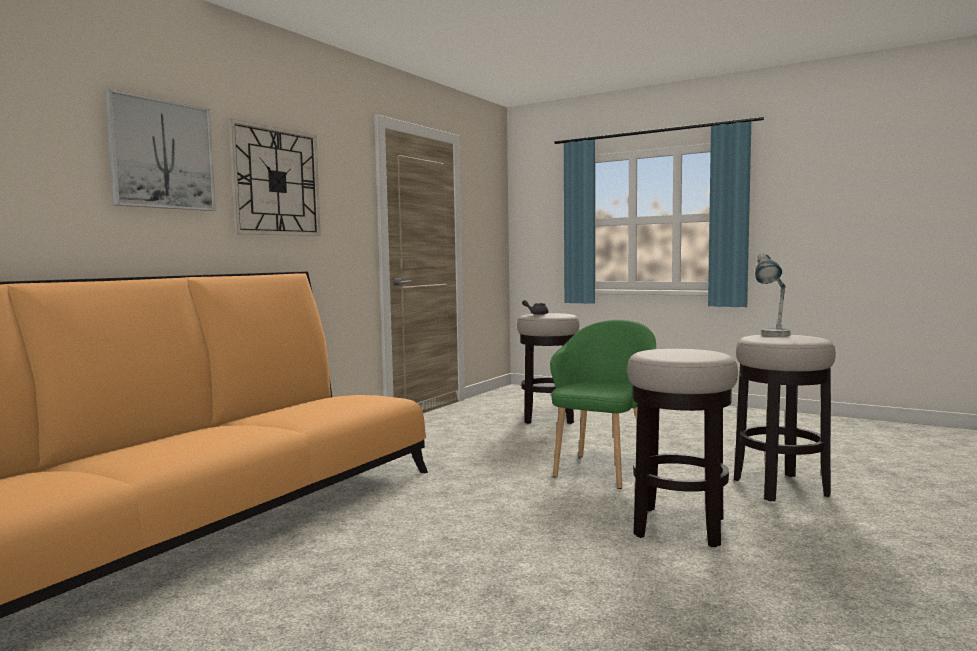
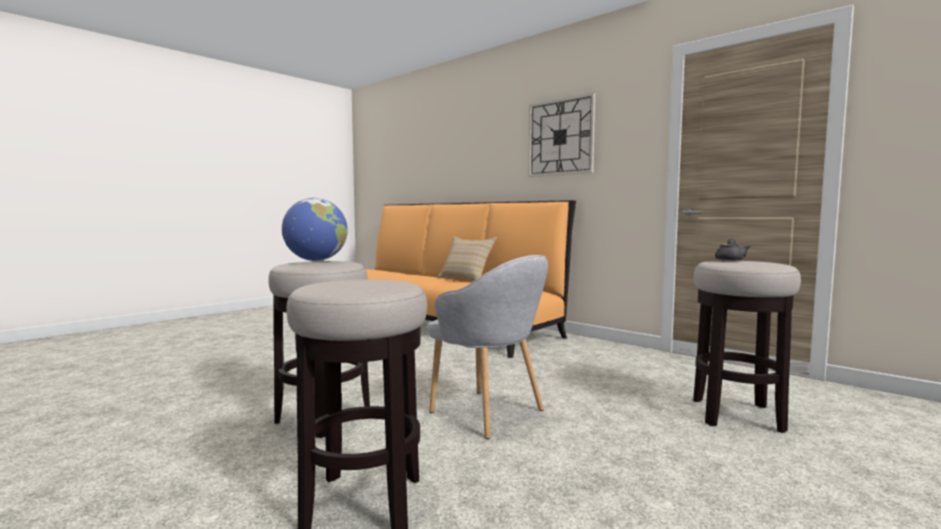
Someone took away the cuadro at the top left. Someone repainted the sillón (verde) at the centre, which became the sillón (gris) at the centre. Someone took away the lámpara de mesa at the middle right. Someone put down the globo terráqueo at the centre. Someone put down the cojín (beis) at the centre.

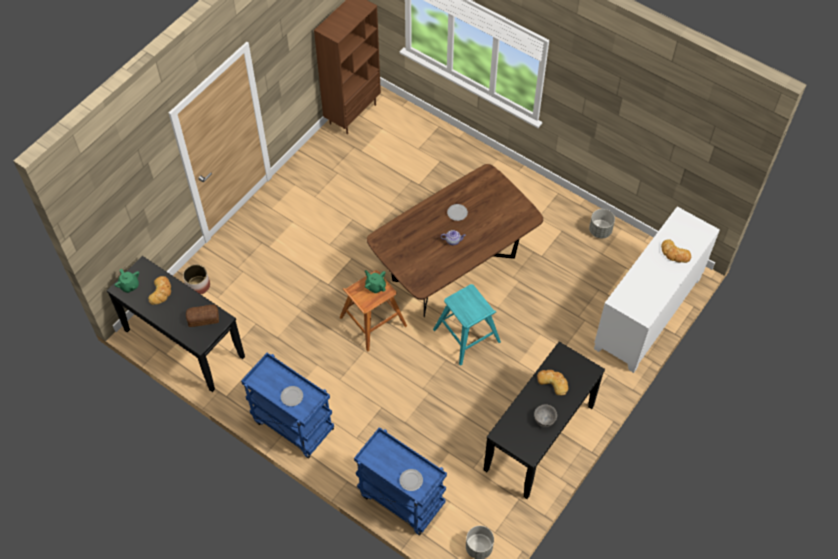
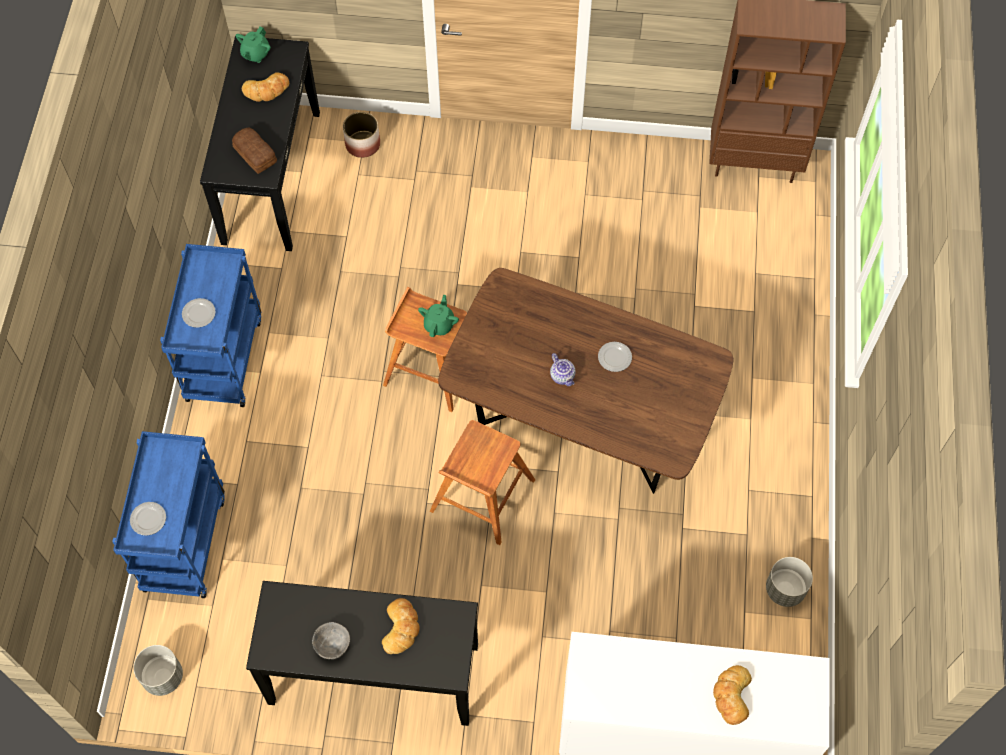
Someone repainted the taburete (turquesa) at the centre, which became the taburete (marrón) (no. 2 from left) at the centre.

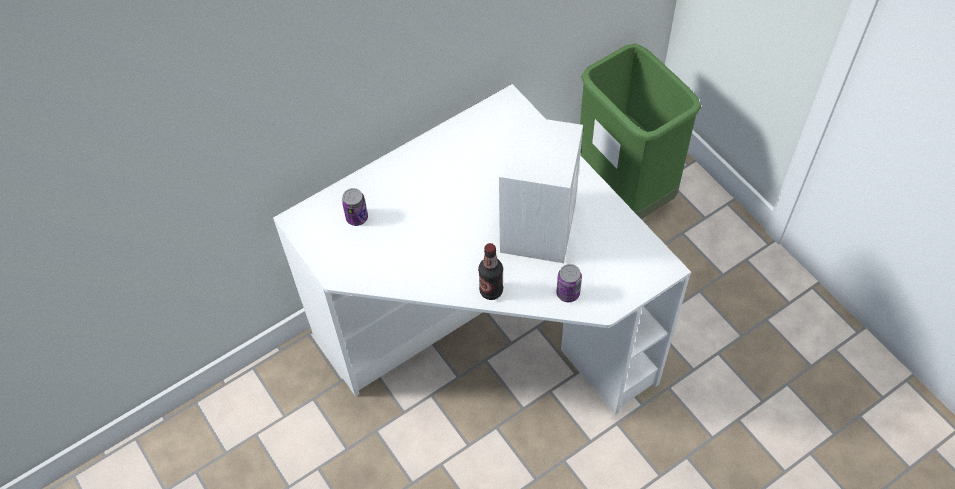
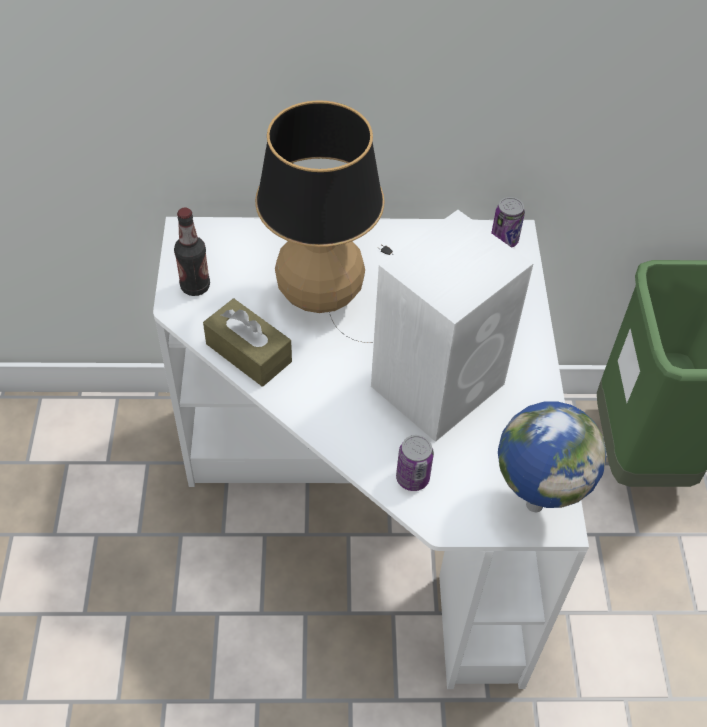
Someone carried the lata (no. 1 from left in the first image) from the centre to the top right. Someone carried the botella from the centre to the middle left. Someone put down the caja de pañuelos (marrón) at the centre. Someone put down the lámpara de mesa at the top centre. Someone put down the globo terráqueo at the middle right.

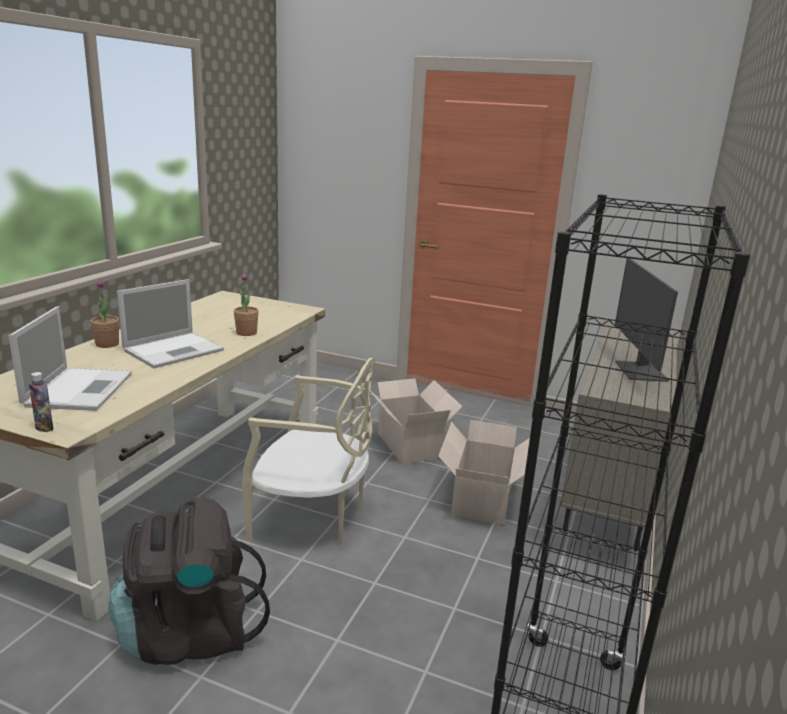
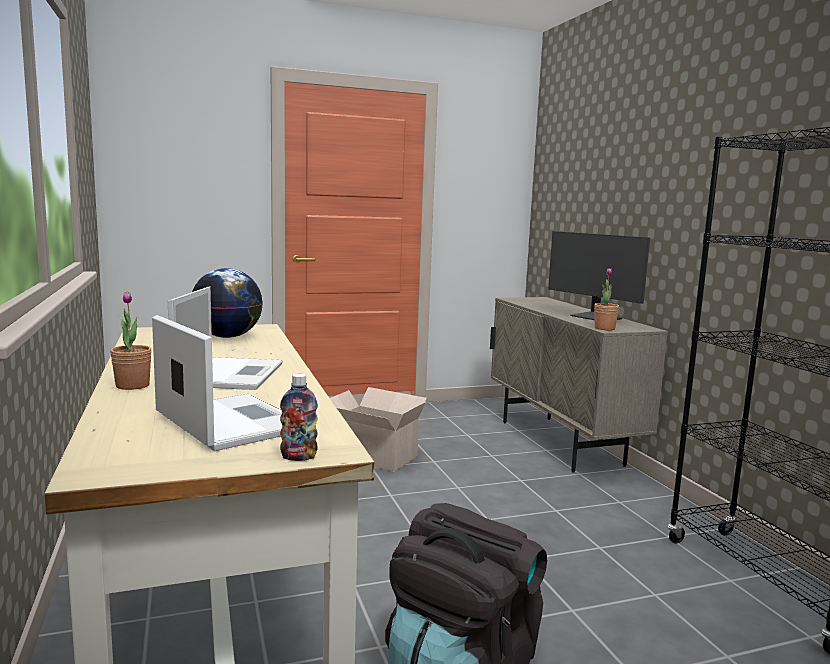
Someone carried the planta en maceta (no. 2 from left) from the middle left to the middle right. Someone took away the silla (beis) at the centre. Someone took away the caja de cartón (no. 2 from left) at the centre. Someone put down the globo terráqueo at the middle left.

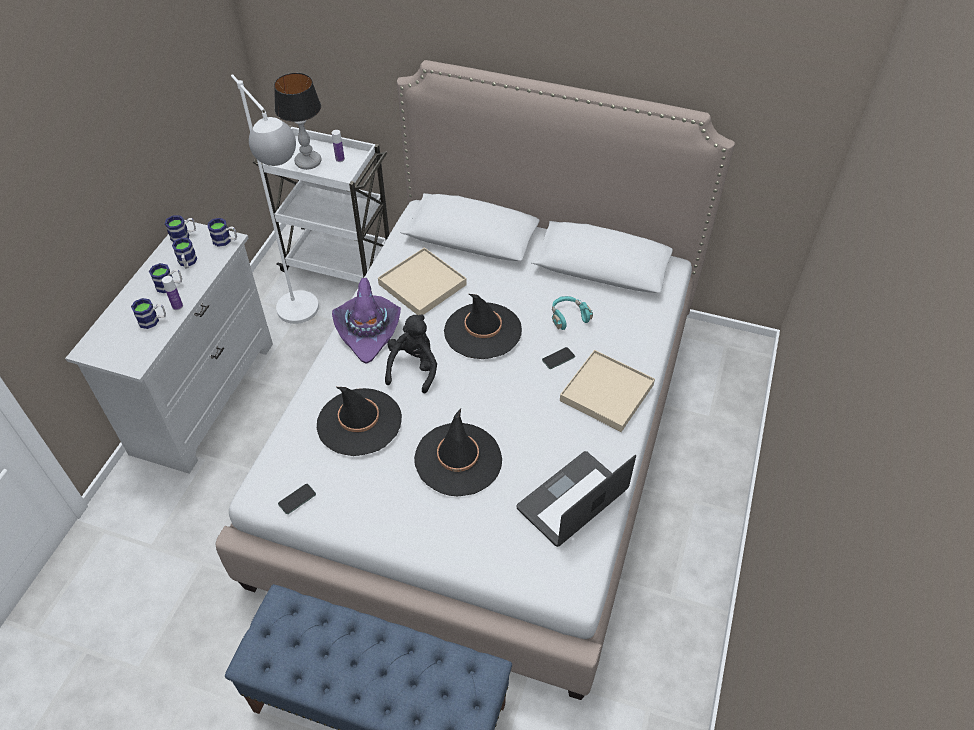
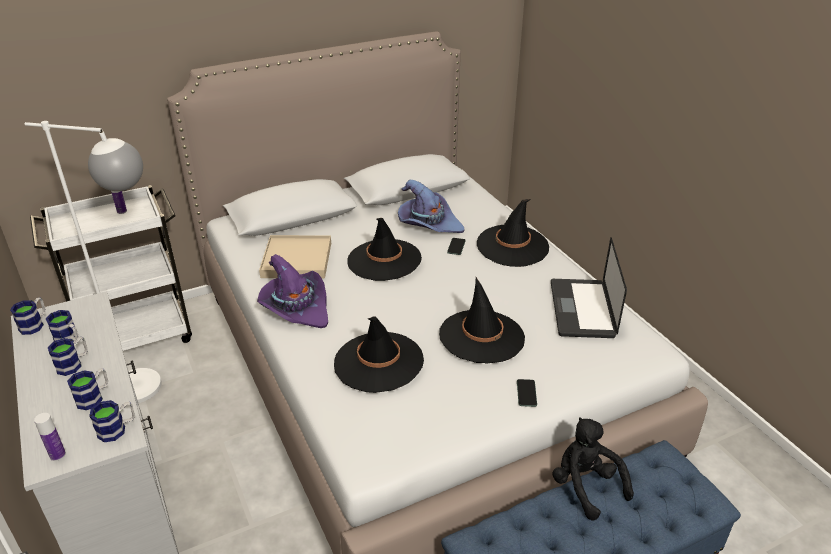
Someone carried the botella (no. 1 from left) from the middle left to the bottom left. Someone carried the taza grande (no. 5 from left) from the top left to the bottom left. Someone took away the lámpara de mesa at the top left. Someone carried the móvil (no. 1 from left in the first image) from the bottom left to the bottom centre. Someone carried the peluche (negro) from the centre to the bottom right. Someone swapped the auriculares (turquesa) at the centre for the sombrero (morado) (no. 2 from left) at the centre. Someone swapped the bandeja (beis) (no. 2 from left) at the centre for the sombrero (negro) (no. 4 from left) at the centre.

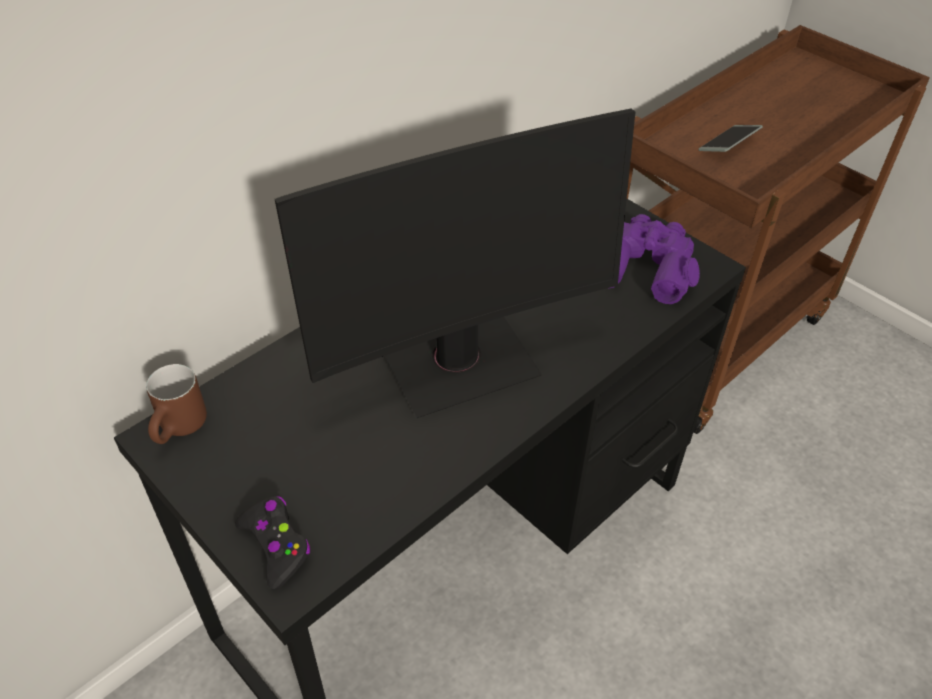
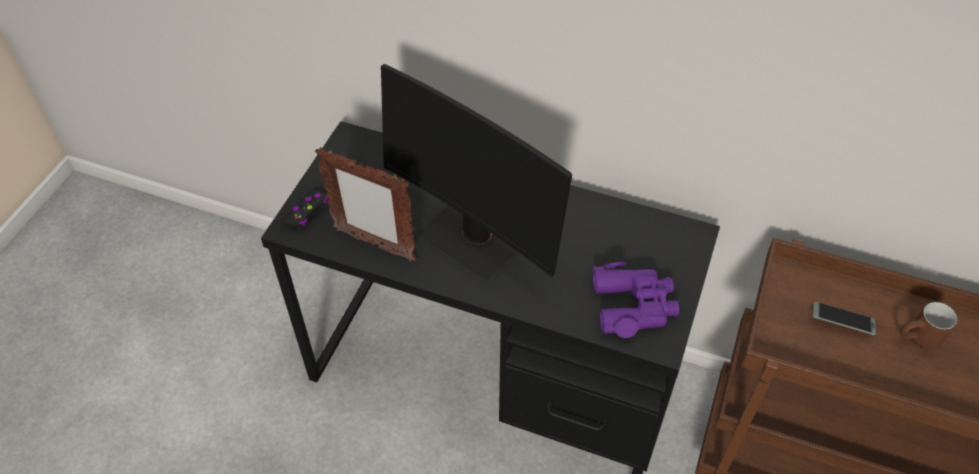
Someone carried the taza grande (marrón) from the middle left to the bottom right. Someone put down the portarretratos at the centre.

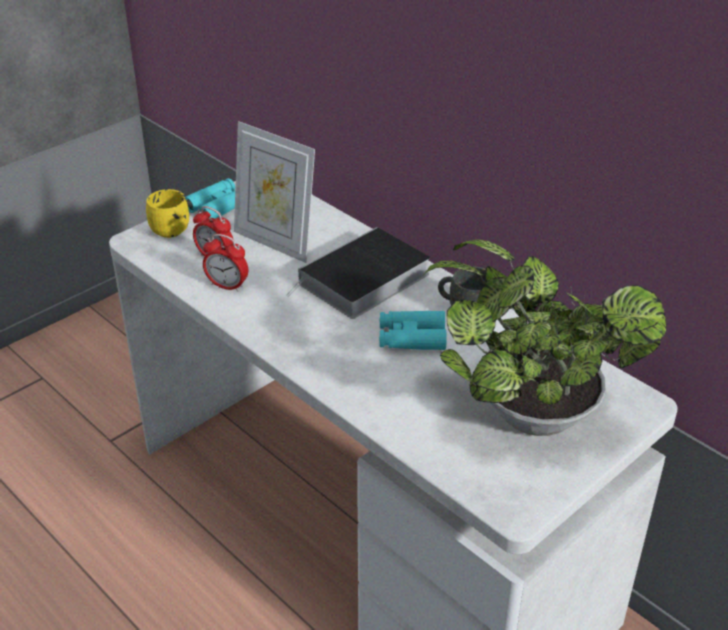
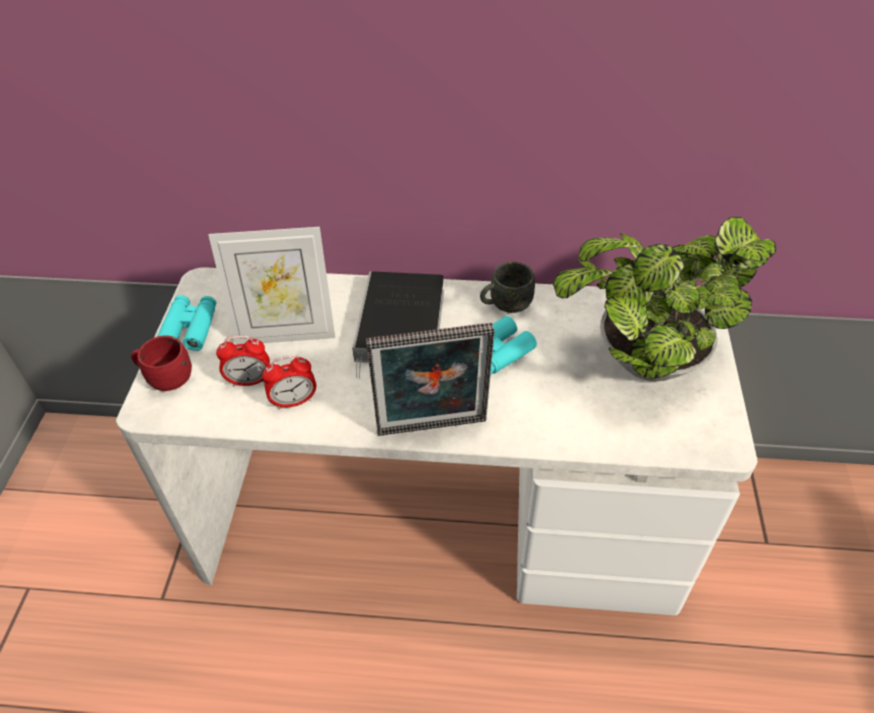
Someone repainted the taza grande (amarillo) at the middle left, which became the taza grande (rojo) at the middle left. Someone put down the portarretratos (no. 2 from left) at the centre.

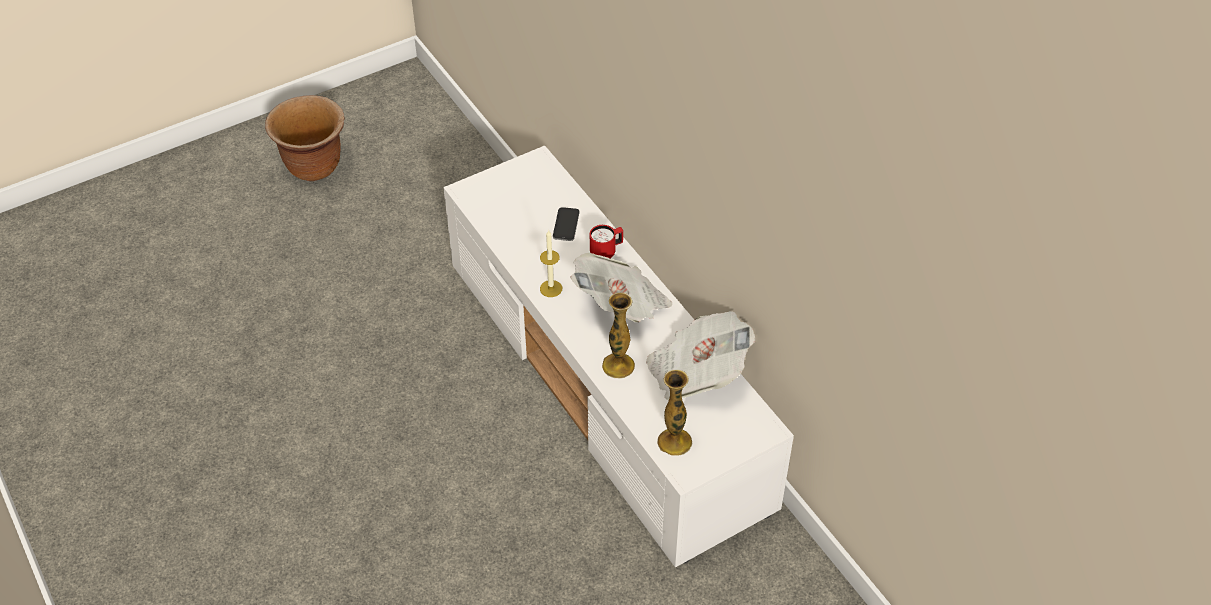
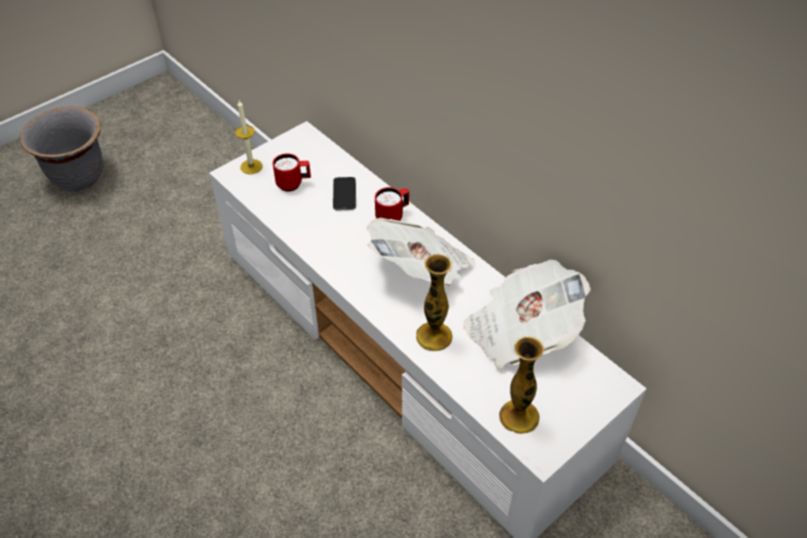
Someone repainted the maceta (marrón) at the top left, which became the maceta (gris) at the top left. Someone carried the vela from the centre to the top left. Someone put down the taza grande (rojo) (no. 1 from left) at the top centre.

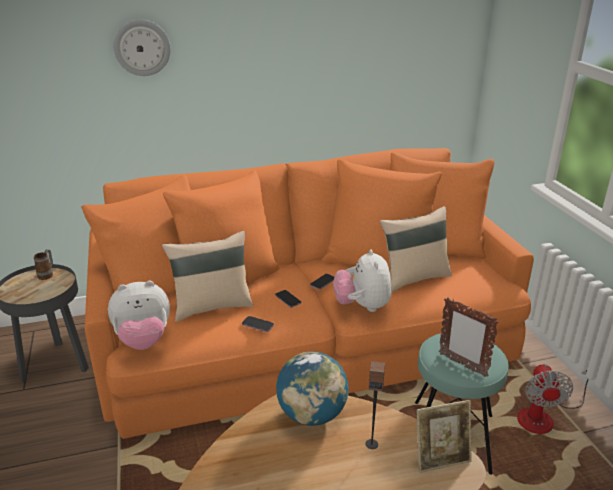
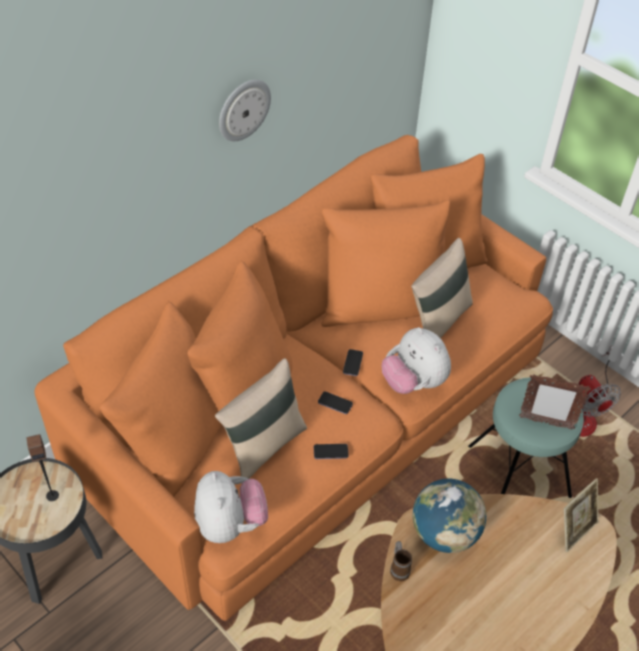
Someone carried the taza grande from the middle left to the bottom centre. Someone rotated the peluche (no. 1 from left) at the middle left by 60 degrees counterclockwise. Someone carried the reloj de pared from the top left to the top centre. Someone carried the altavoz from the bottom centre to the bottom left.

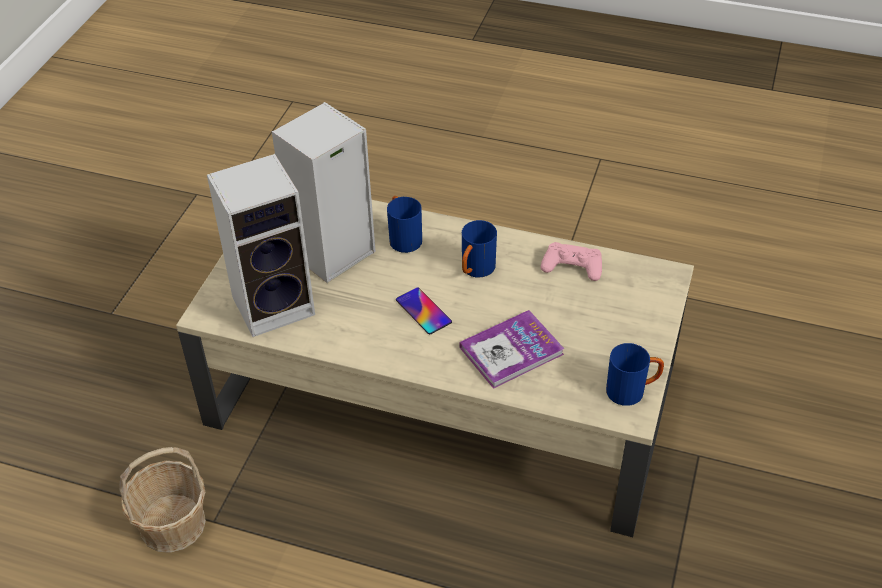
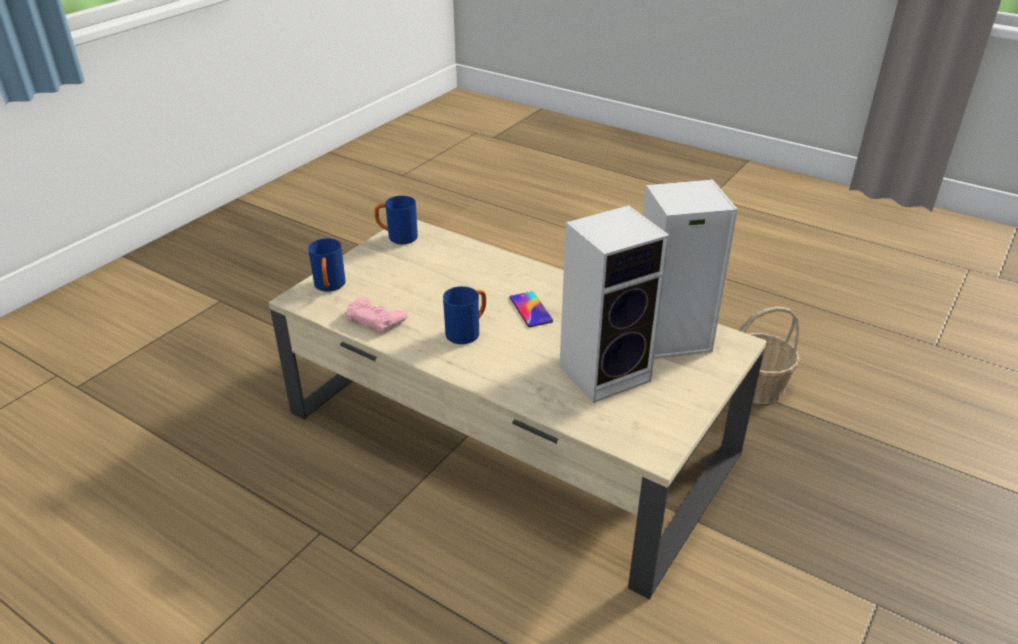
Someone carried the taza grande (azul) (no. 1 from left) from the centre to the middle left. Someone took away the libro at the centre.

